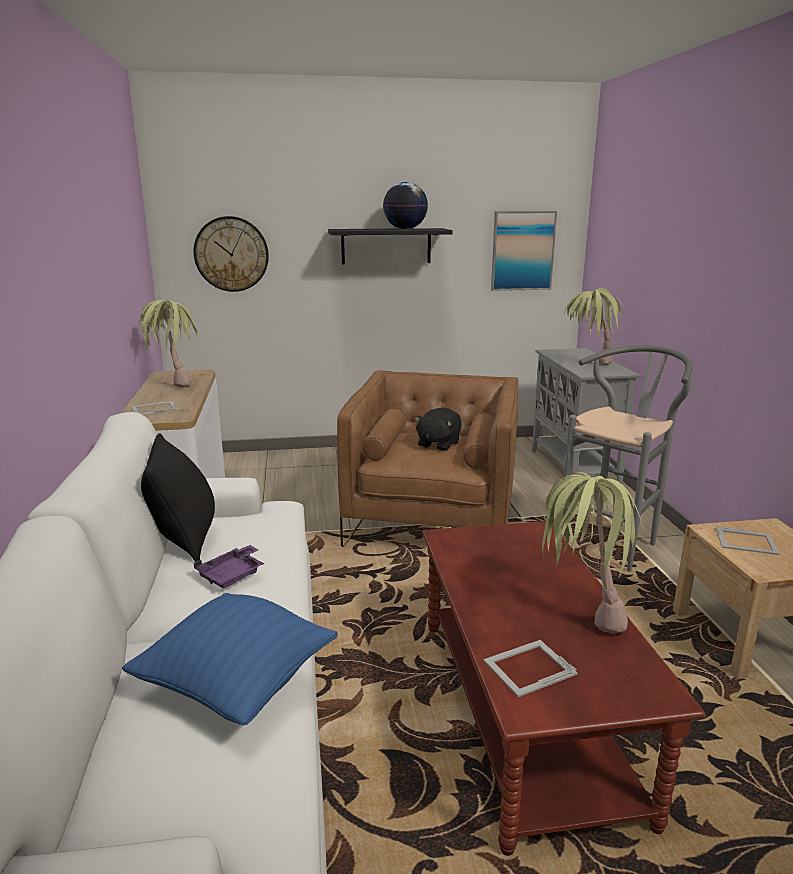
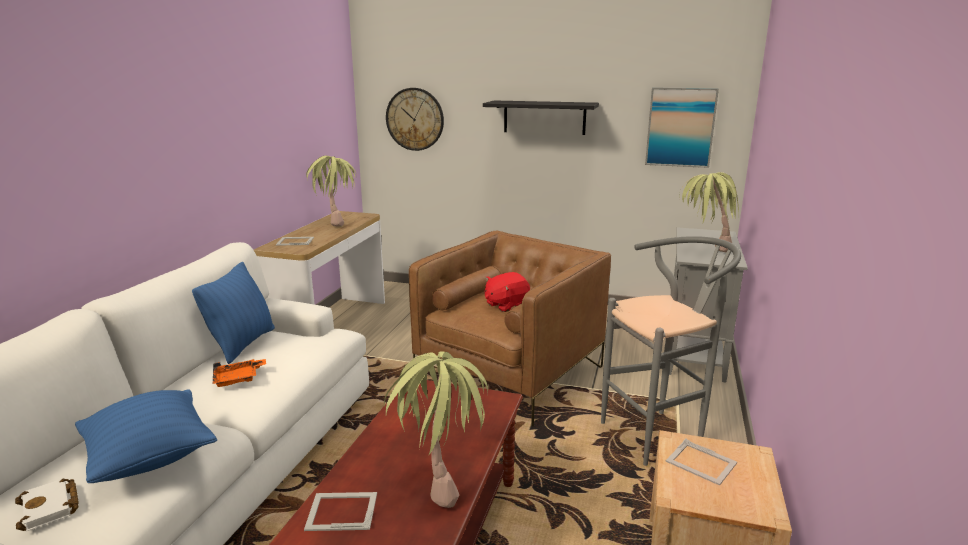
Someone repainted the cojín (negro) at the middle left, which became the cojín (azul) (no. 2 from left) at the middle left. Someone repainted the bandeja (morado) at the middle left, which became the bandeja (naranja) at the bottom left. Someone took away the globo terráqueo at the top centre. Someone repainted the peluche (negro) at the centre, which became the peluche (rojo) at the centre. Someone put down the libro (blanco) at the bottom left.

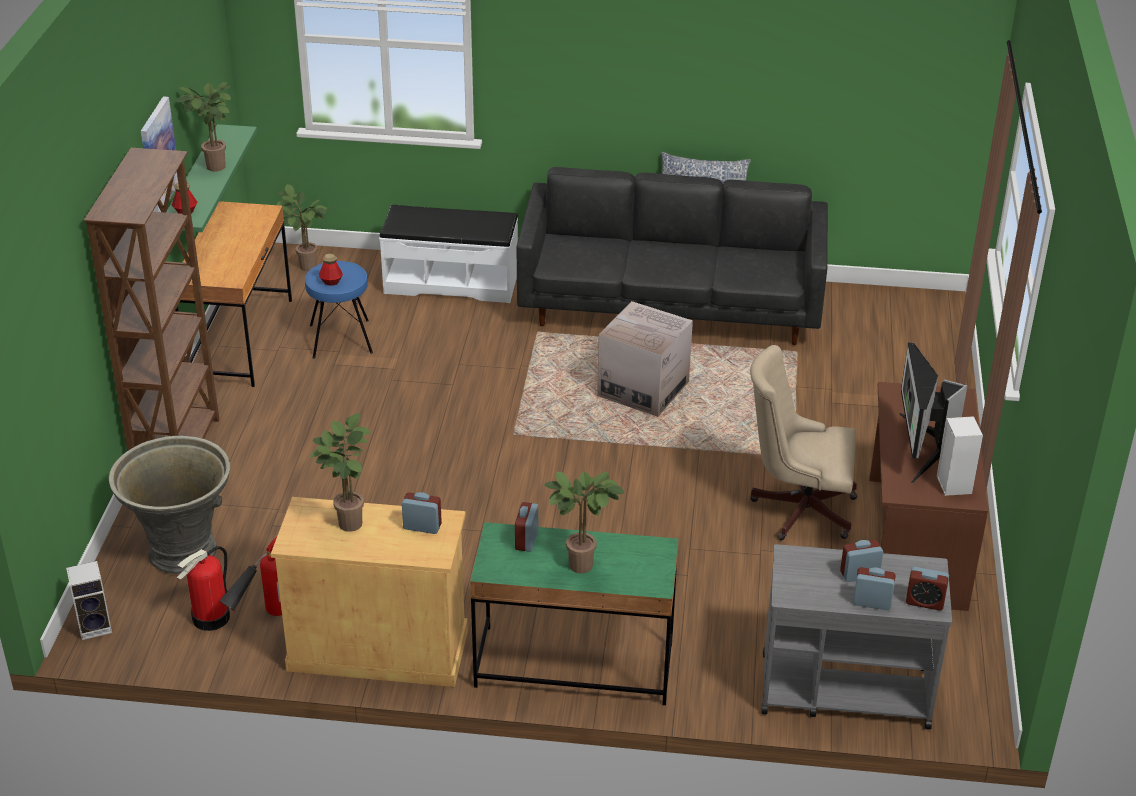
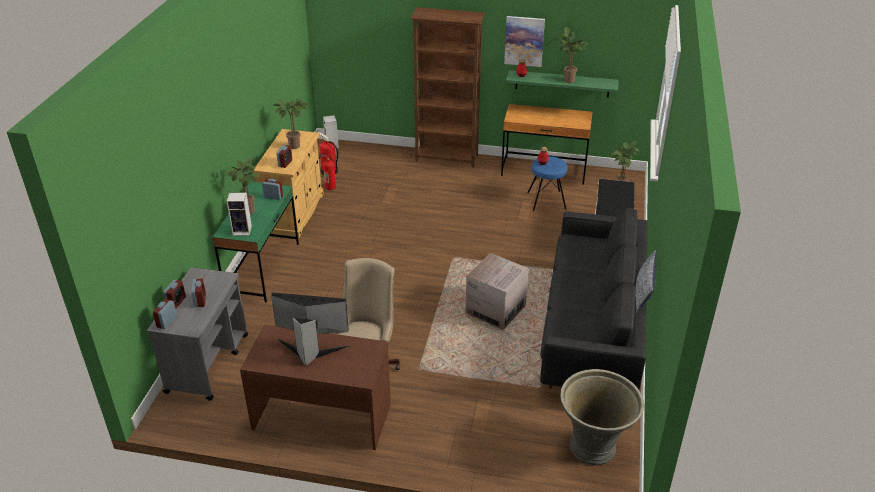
Someone carried the maceta (gris) from the middle left to the bottom right. Someone carried the altavoz (no. 2 from left in the first image) from the middle right to the middle left.

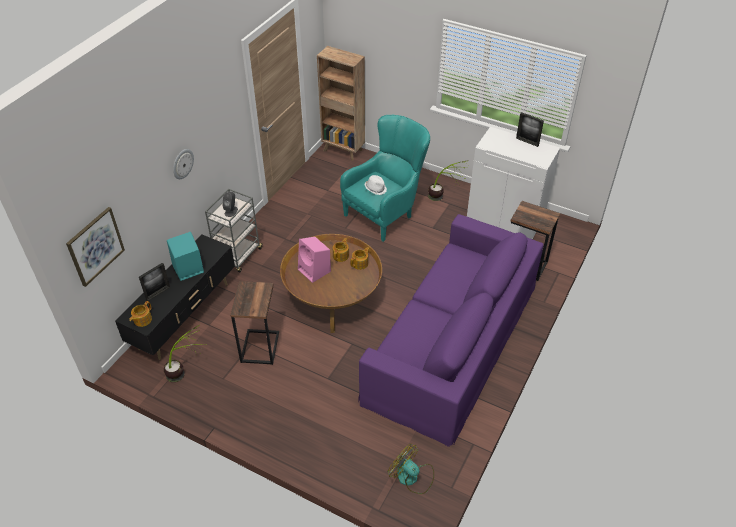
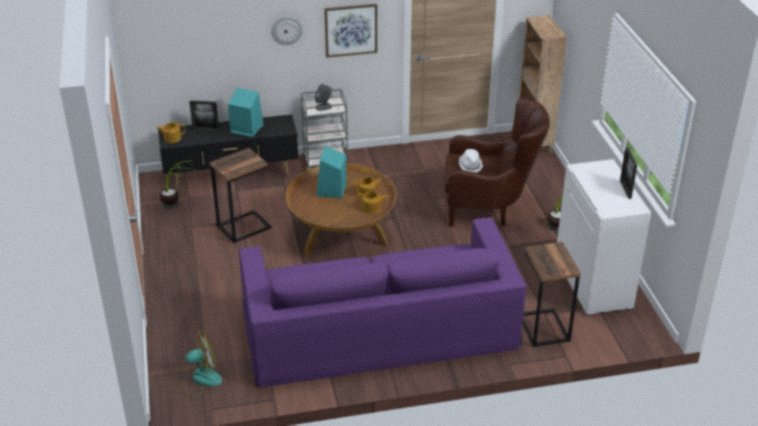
Someone carried the cuadro from the middle left to the top centre. Someone repainted the altavoz (rosa) at the centre, which became the altavoz (turquesa) (no. 2 from left) at the centre. Someone repainted the sillón (turquesa) at the centre, which became the sillón (marrón) at the centre. Someone rotated the ventilador at the bottom centre by 75 degrees clockwise.

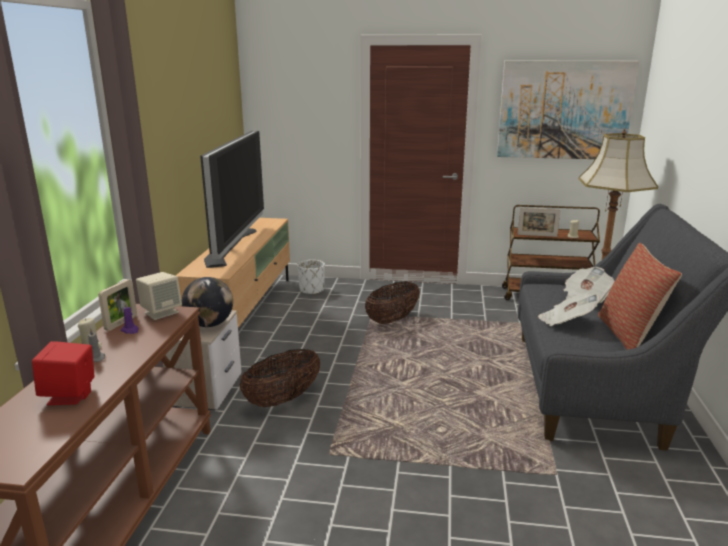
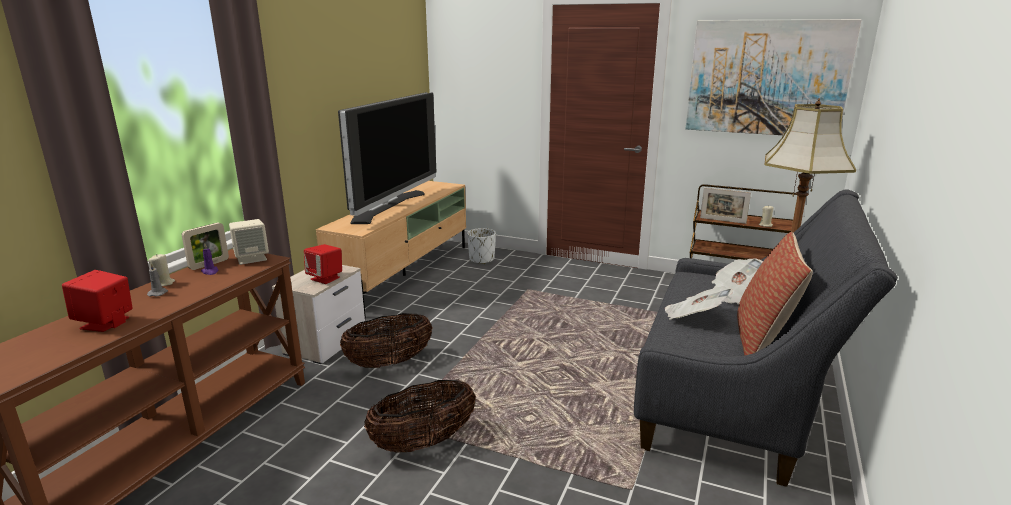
Someone swapped the globo terráqueo at the middle left for the altavoz (rojo) (no. 2 from left) at the middle left. Someone carried the cesta (no. 2 from left) from the centre to the bottom centre.

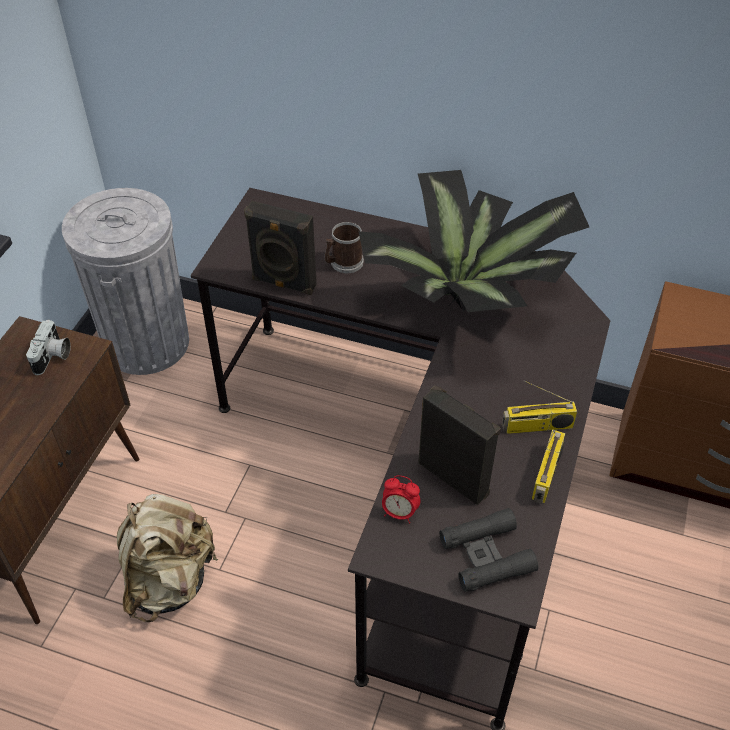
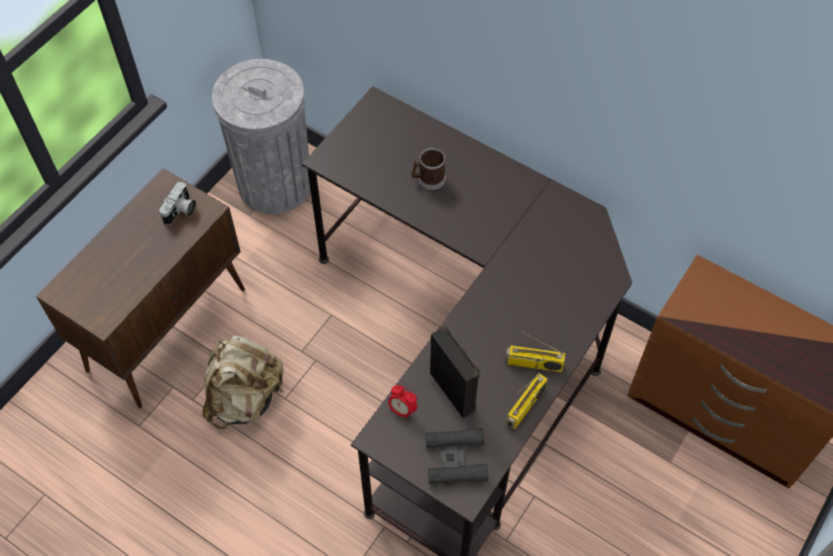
Someone took away the altavoz (negro) (no. 1 from left) at the centre. Someone took away the planta en maceta at the top centre.

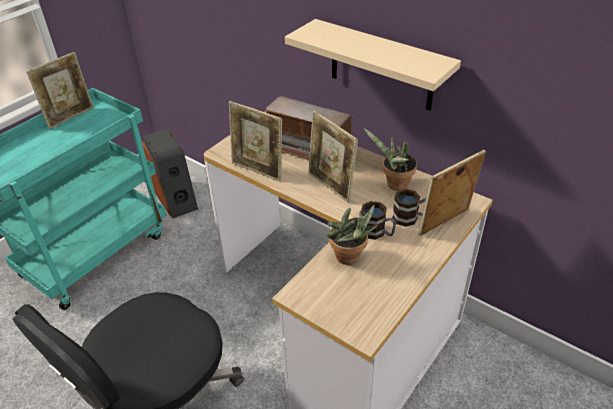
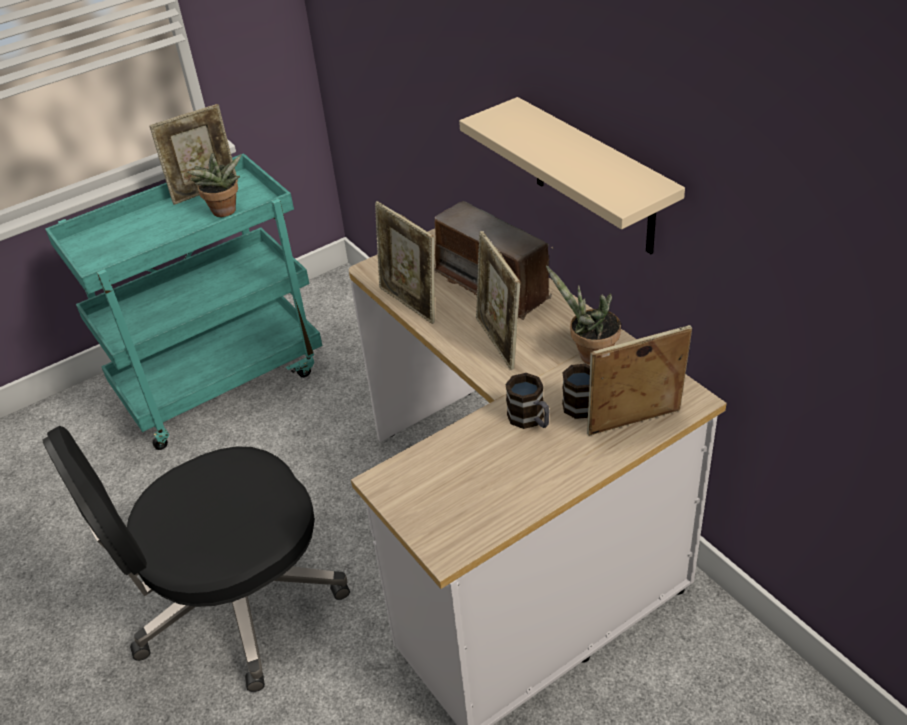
Someone took away the altavoz at the middle left. Someone carried the planta en maceta (no. 1 from left) from the centre to the top left.

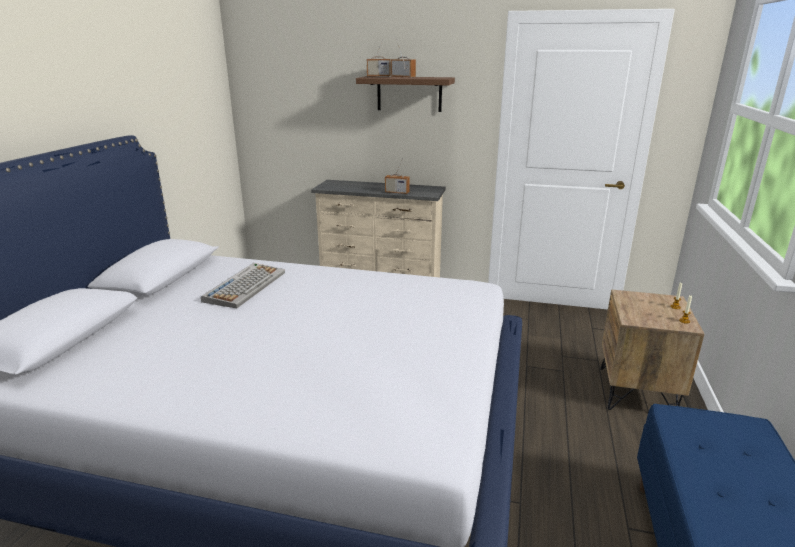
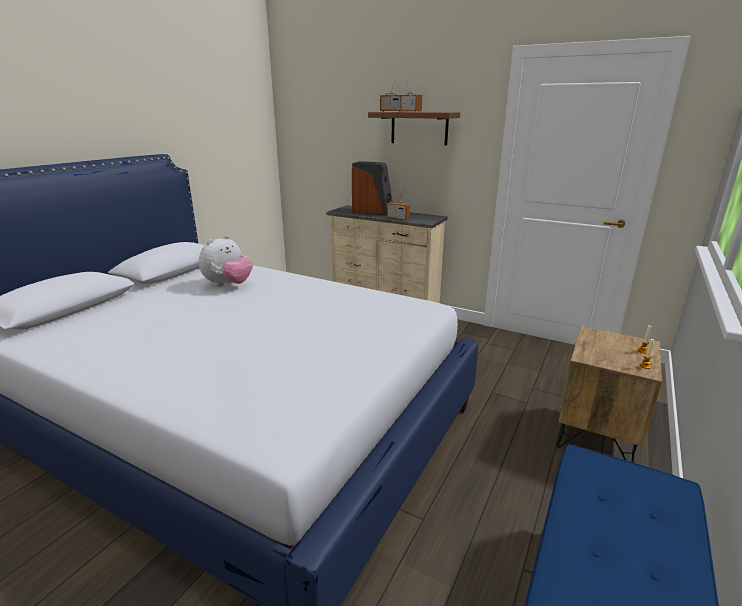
Someone swapped the teclado at the middle left for the peluche at the middle left. Someone put down the altavoz at the top centre.

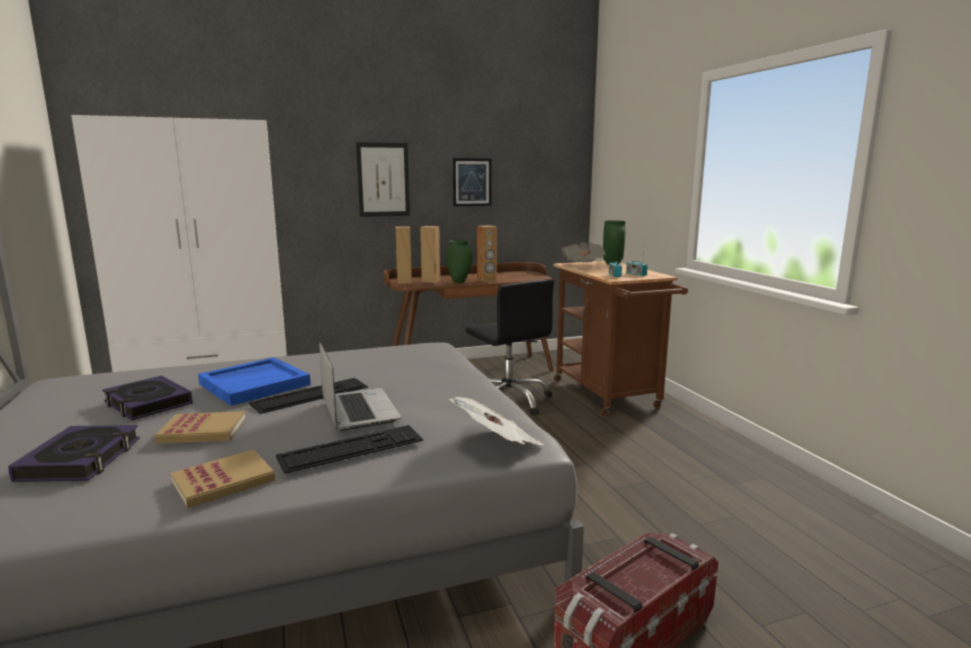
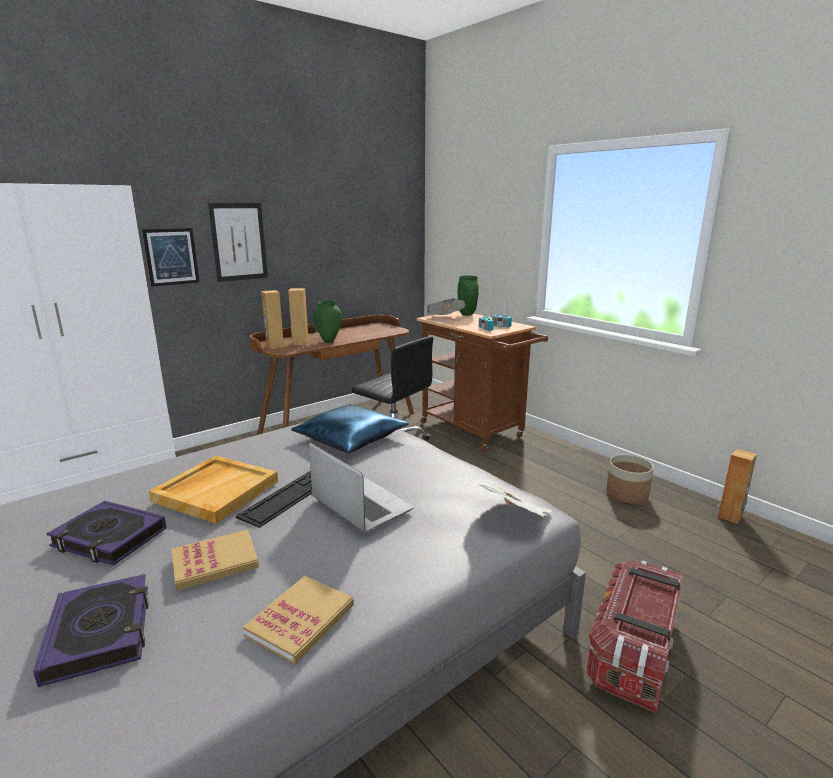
Someone repainted the bandeja (azul) at the middle left, which became the bandeja (beis) at the middle left. Someone took away the teclado (no. 2 from left) at the bottom centre. Someone carried the cuadro (no. 2 from left in the first image) from the top centre to the top left. Someone carried the altavoz (marrón) (no. 3 from left) from the centre to the middle right. Someone put down the cojín (azul) at the centre. Someone put down the maceta at the middle right.

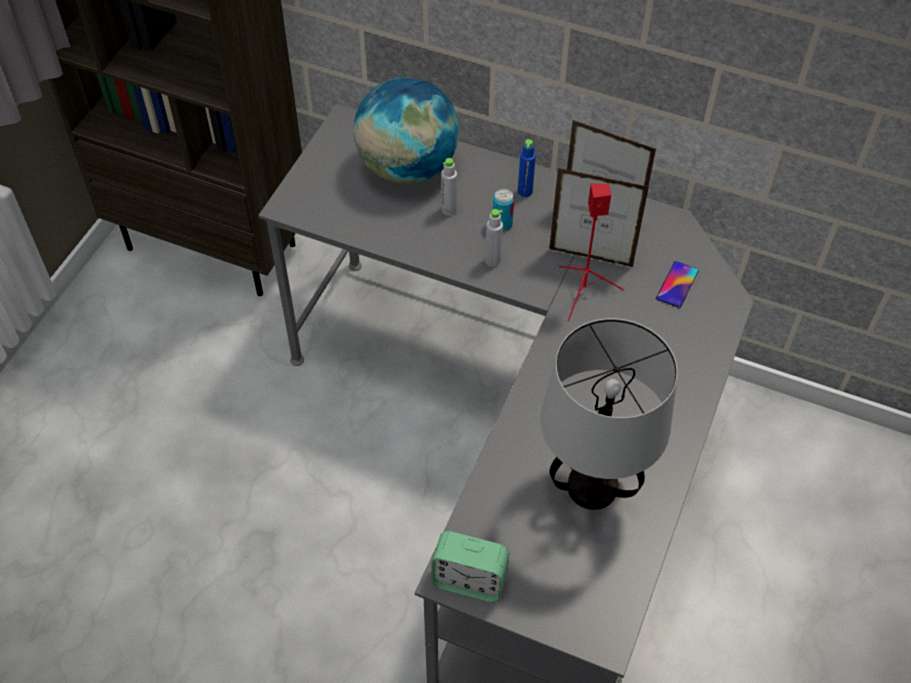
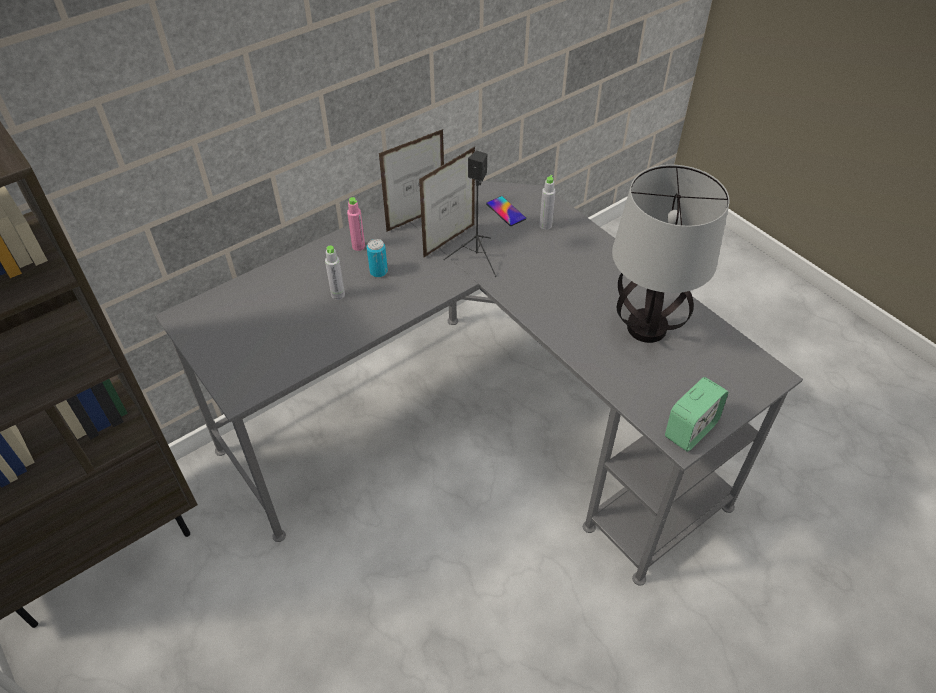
Someone took away the globo terráqueo at the top centre. Someone carried the botella (gris) (no. 2 from left) from the centre to the top centre. Someone repainted the botella (azul) at the top centre, which became the botella (rosa) at the top centre. Someone repainted the altavoz (rojo) at the centre, which became the altavoz (negro) at the top centre.

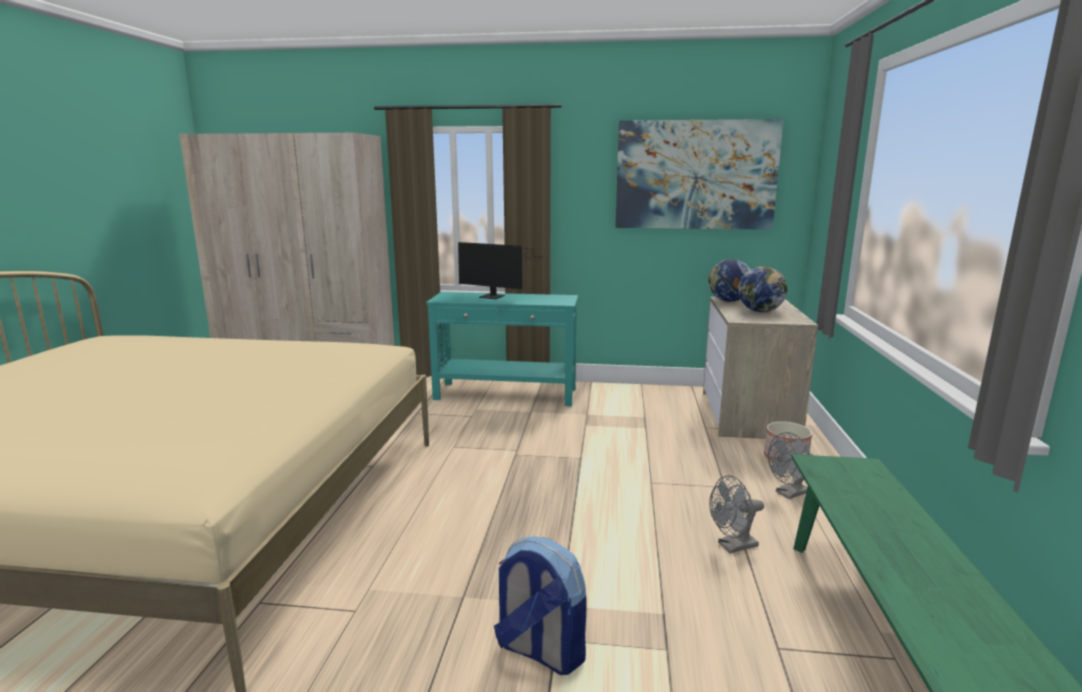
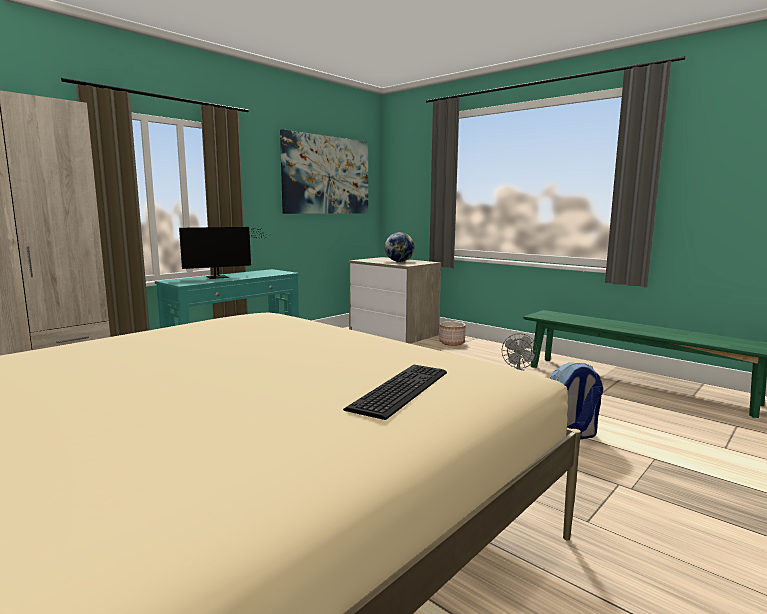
Someone took away the globo terráqueo (no. 1 from left) at the middle right. Someone took away the ventilador (gris) (no. 2 from left) at the bottom right. Someone put down the teclado at the centre.

